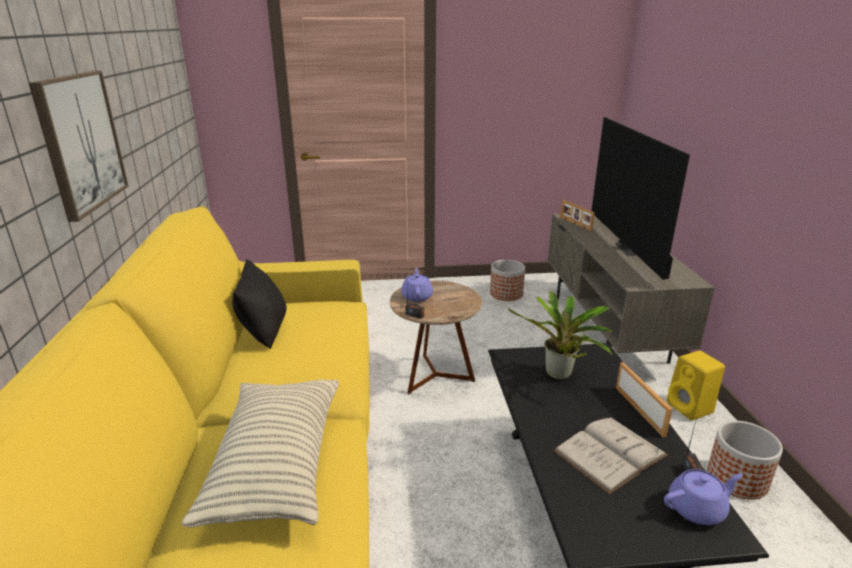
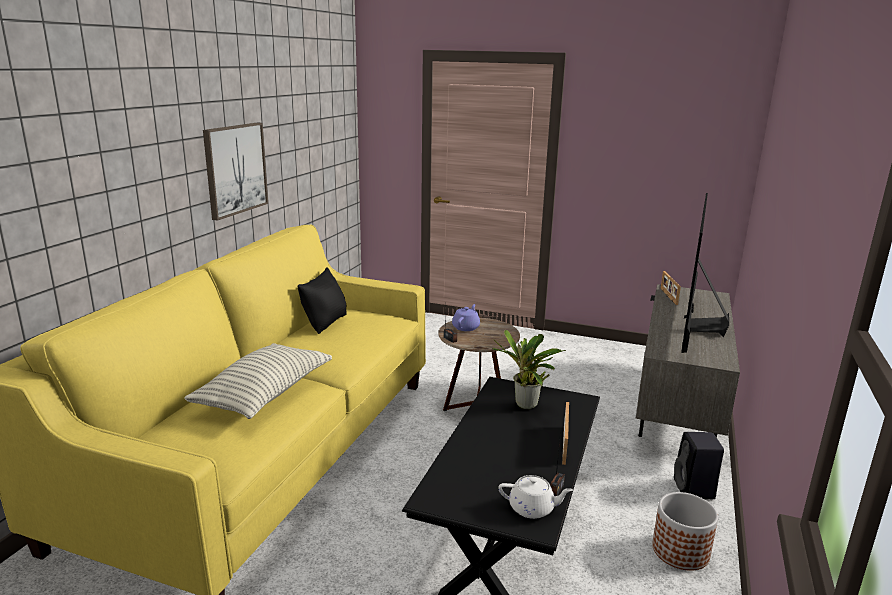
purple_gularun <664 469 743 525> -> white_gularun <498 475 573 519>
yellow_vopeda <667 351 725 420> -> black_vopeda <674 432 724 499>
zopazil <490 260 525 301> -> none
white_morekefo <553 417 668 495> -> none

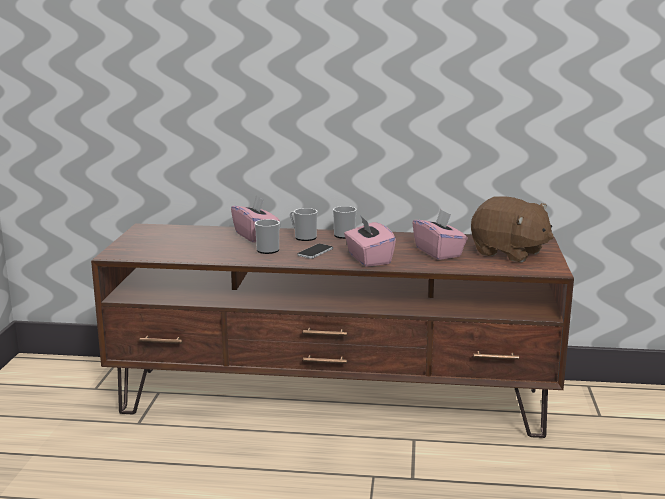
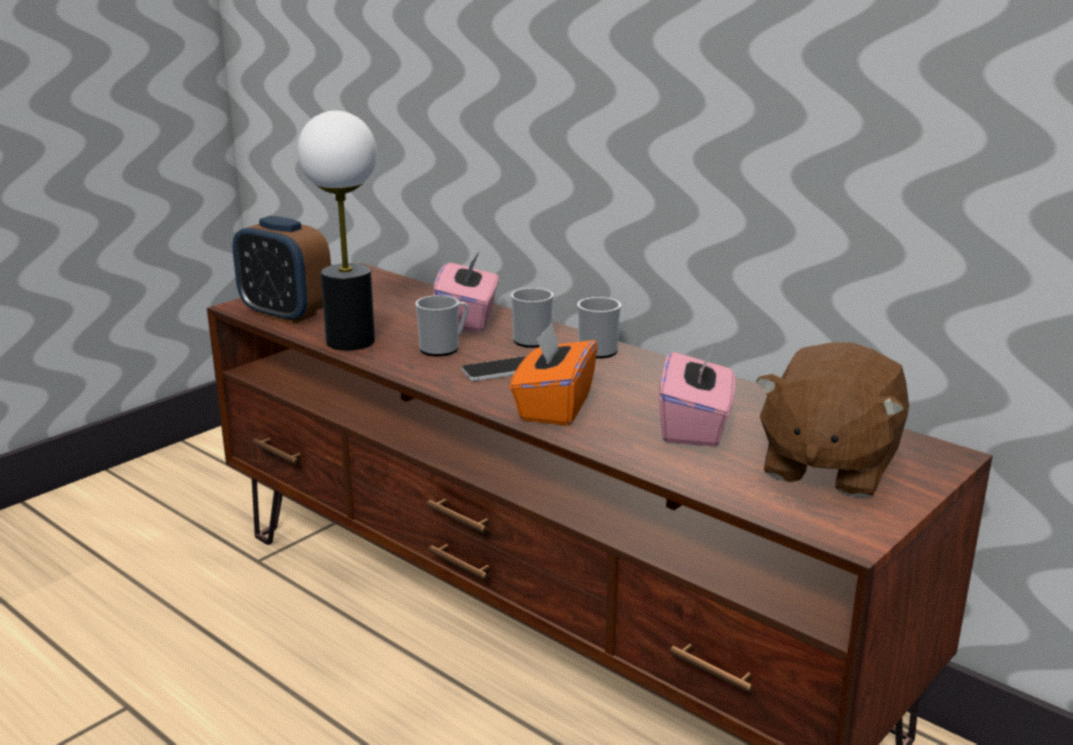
none -> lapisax <233 216 331 325>
none -> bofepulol <297 111 377 351>
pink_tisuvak <344 215 396 267> -> orange_tisuvak <510 322 598 426>
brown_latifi <471 196 554 263> -> brown_latifi <756 342 909 498>, 45 degrees clockwise

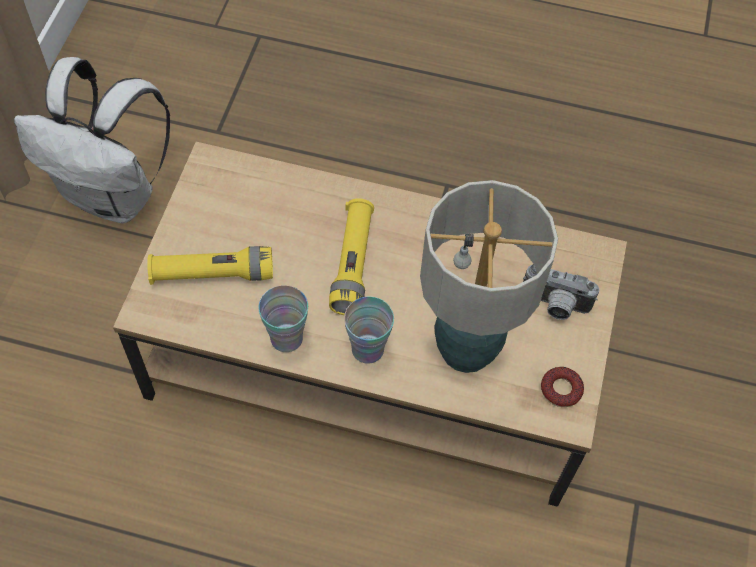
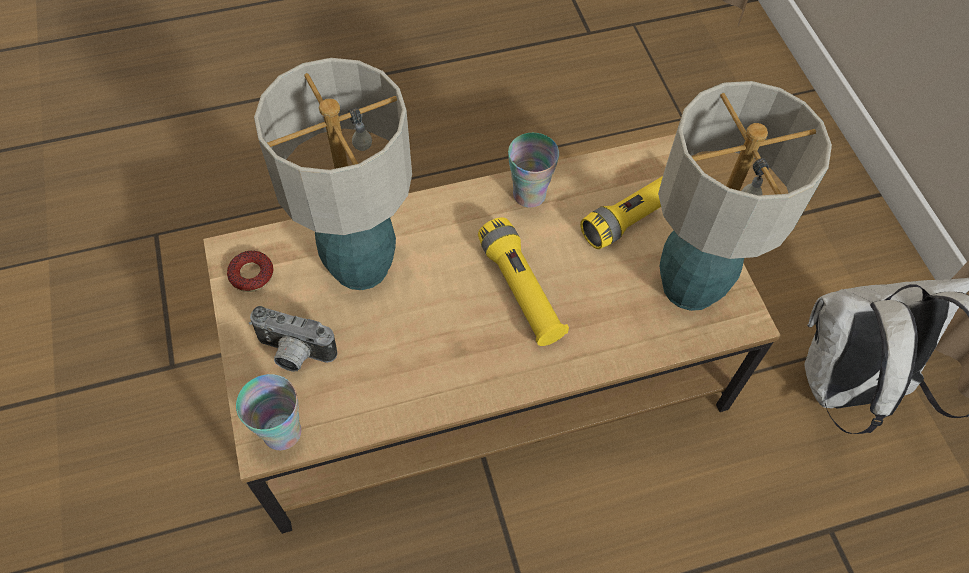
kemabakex <344 297 394 364> -> kemabakex <236 374 301 450>, move
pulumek <523 264 599 320> -> pulumek <249 306 338 372>, 150 degrees counterclockwise
none -> bofepulol <658 81 832 311>

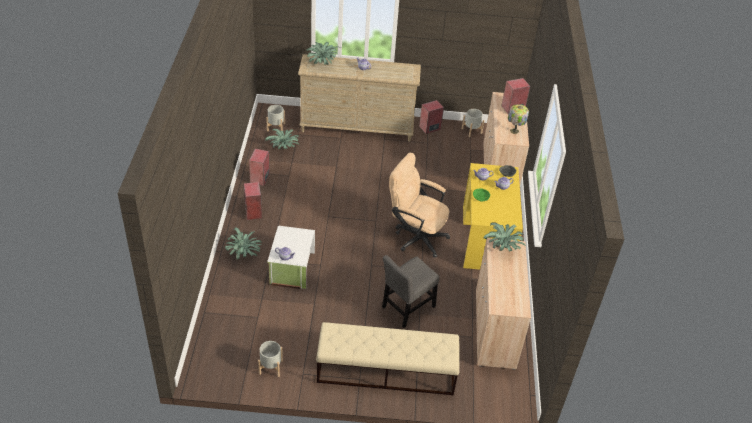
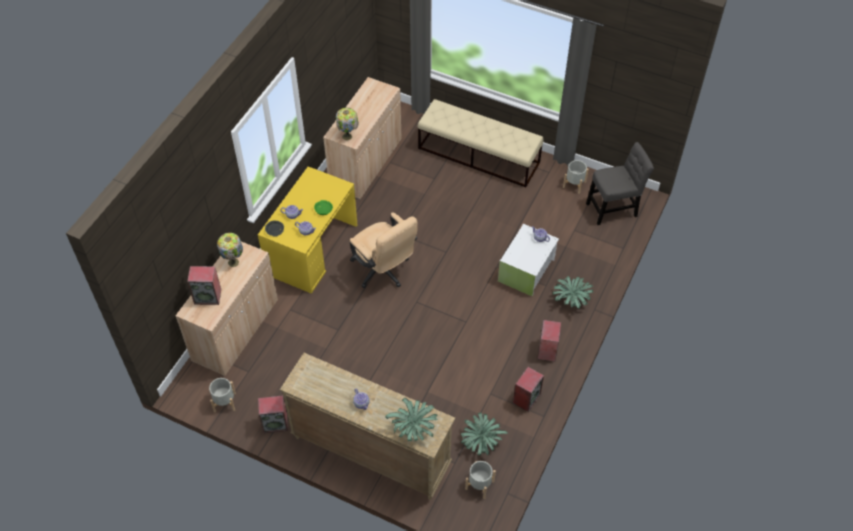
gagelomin <484 222 526 252> -> bofepulol <336 108 359 140>
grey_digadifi <382 255 439 328> -> grey_digadifi <586 142 654 225>, move

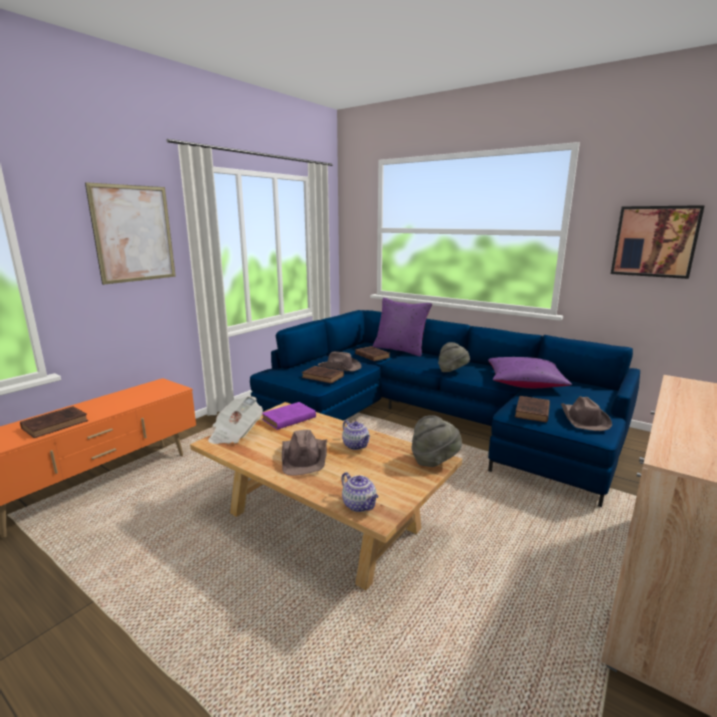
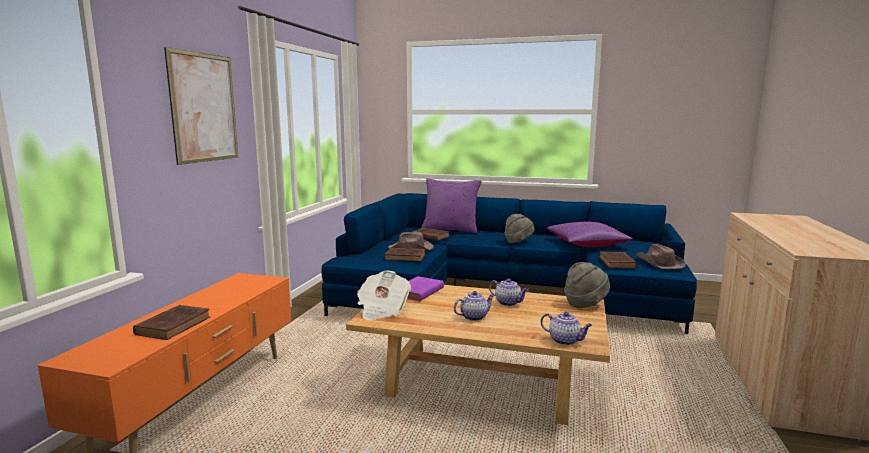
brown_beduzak <282 430 327 475> -> gularun <454 291 495 321>
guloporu <611 205 705 279> -> none

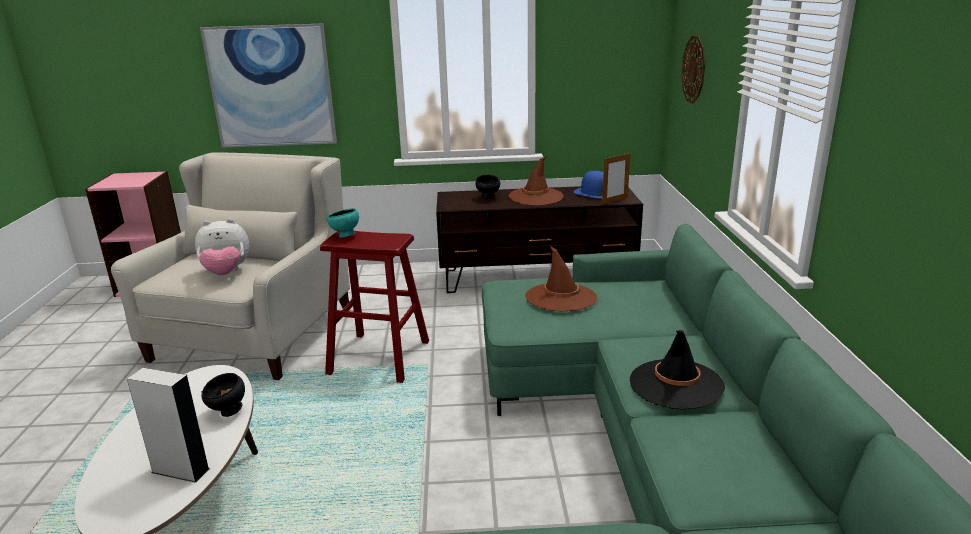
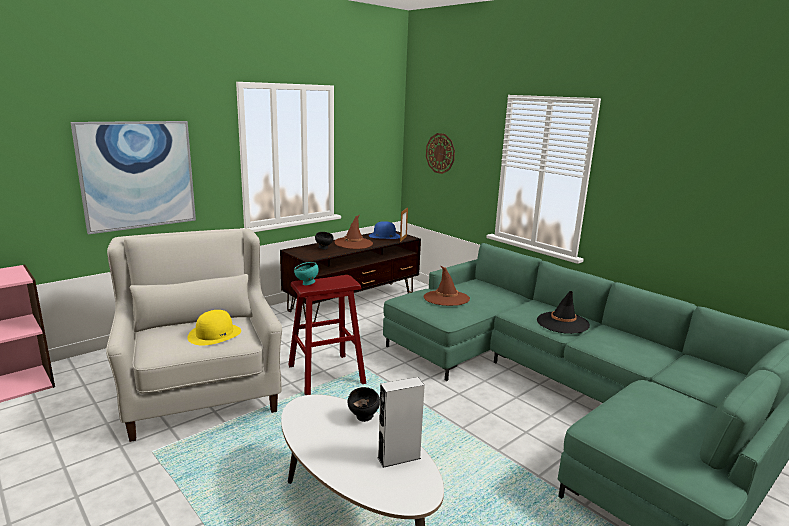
latifi <195 218 249 275> -> yellow_beduzak <188 310 241 345>

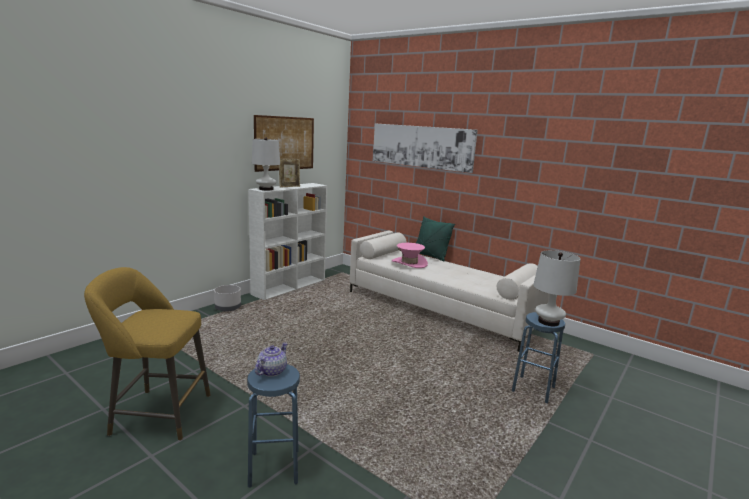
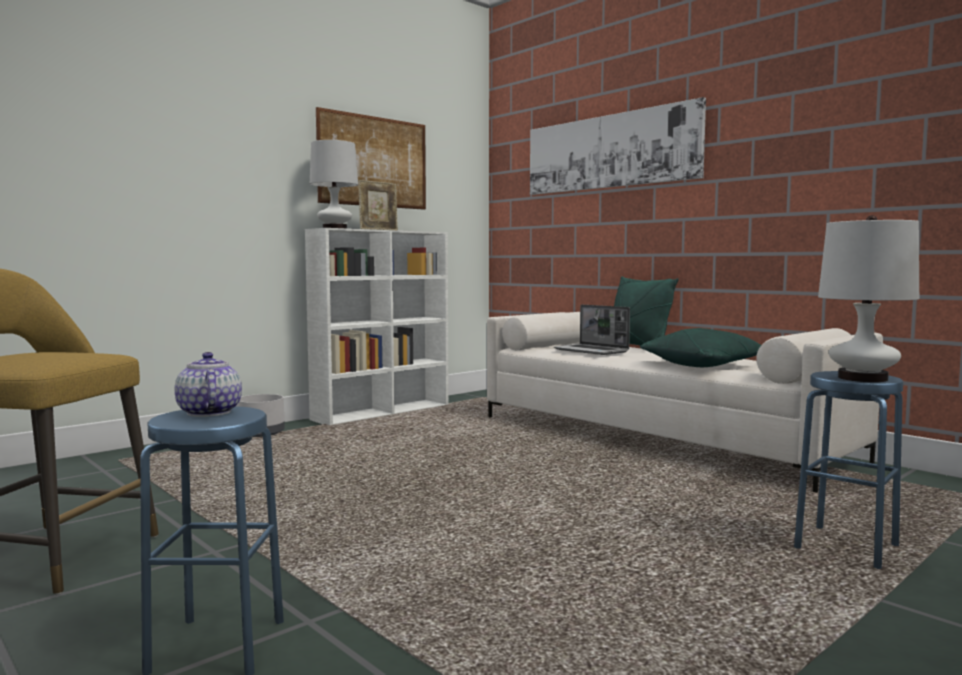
gularun <255 343 288 377> -> gularun <175 352 242 417>, 60 degrees counterclockwise
pink_beduzak <392 243 428 268> -> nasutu <554 305 630 355>
none -> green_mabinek <640 328 761 367>

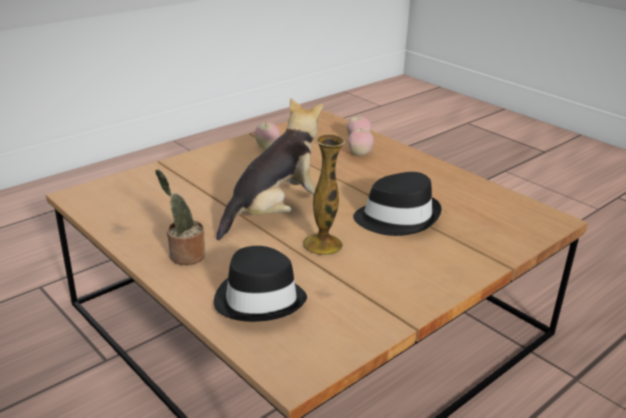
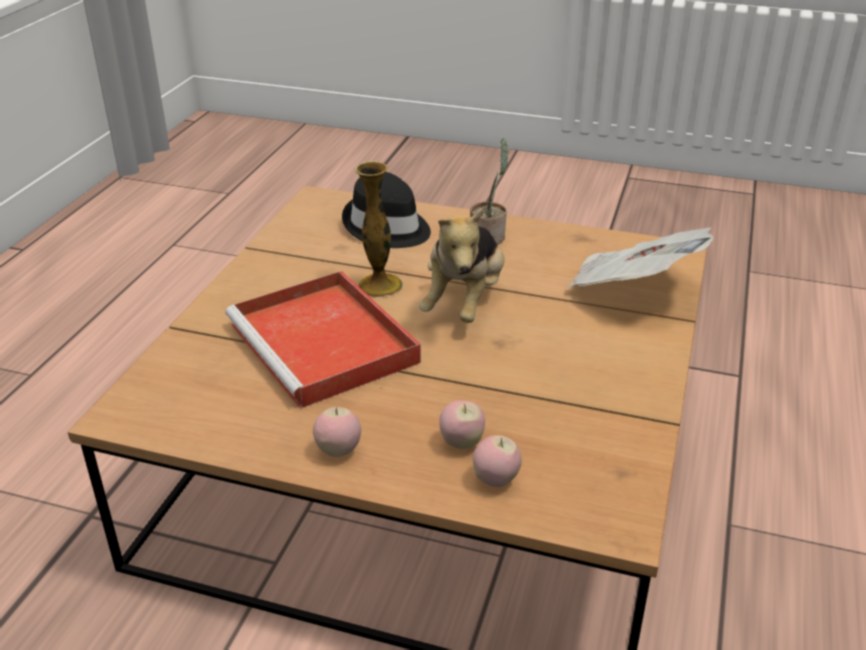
black_beduzak <353 172 441 236> -> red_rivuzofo <225 271 421 409>
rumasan <255 122 280 149> -> rumasan <313 407 361 457>, move
none -> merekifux <567 228 713 286>

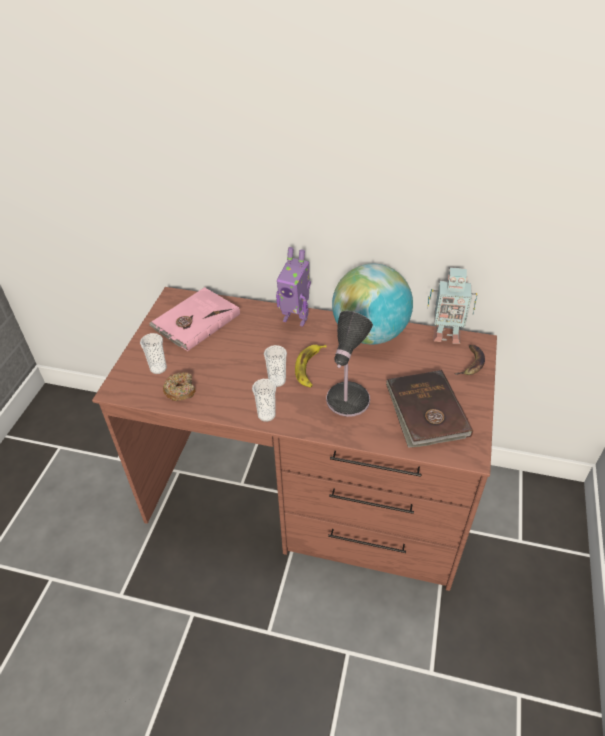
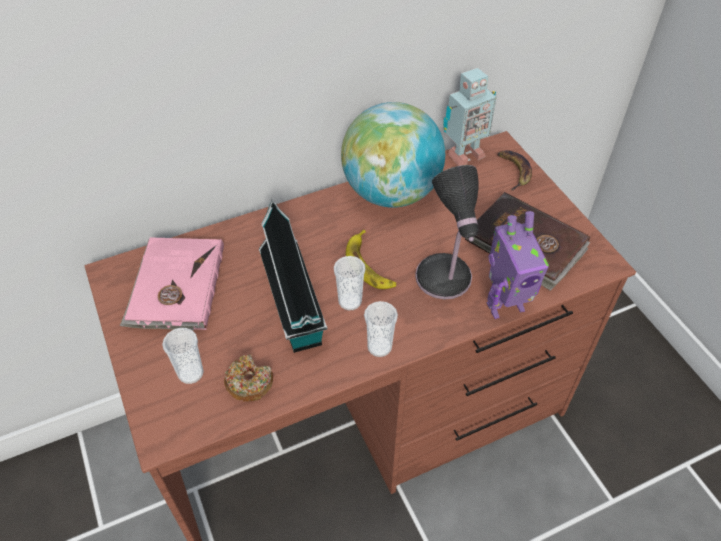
none -> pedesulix <259 199 327 353>
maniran <276 247 311 327> -> maniran <487 211 549 319>, move

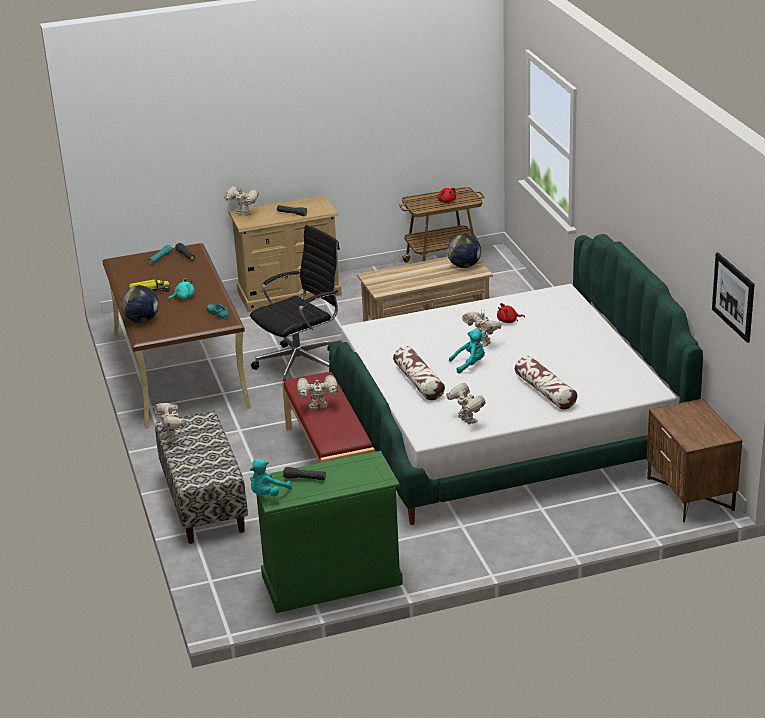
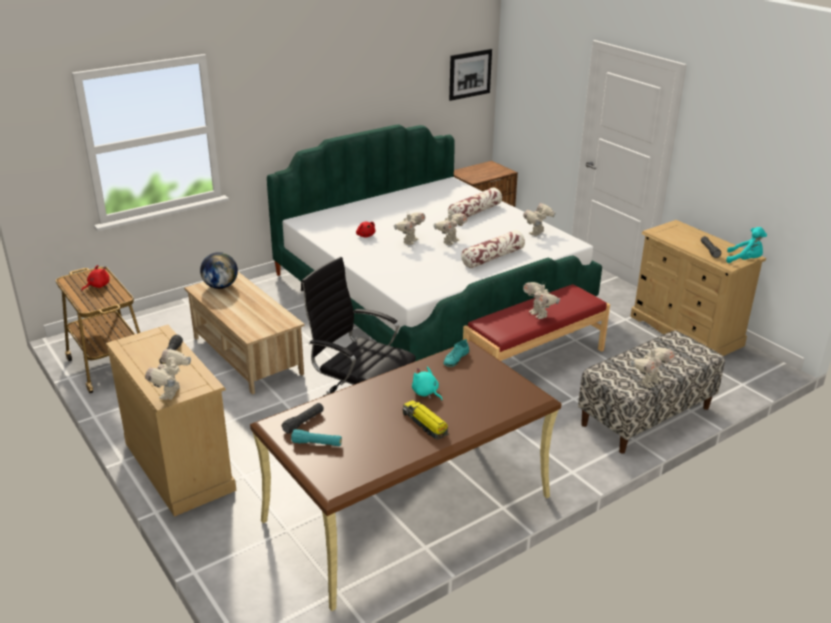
turquoise_latifi <449 329 485 374> -> maniran <433 213 468 245>
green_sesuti <250 451 403 613> -> beige_sesuti <630 220 766 356>
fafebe <121 285 159 323> -> none

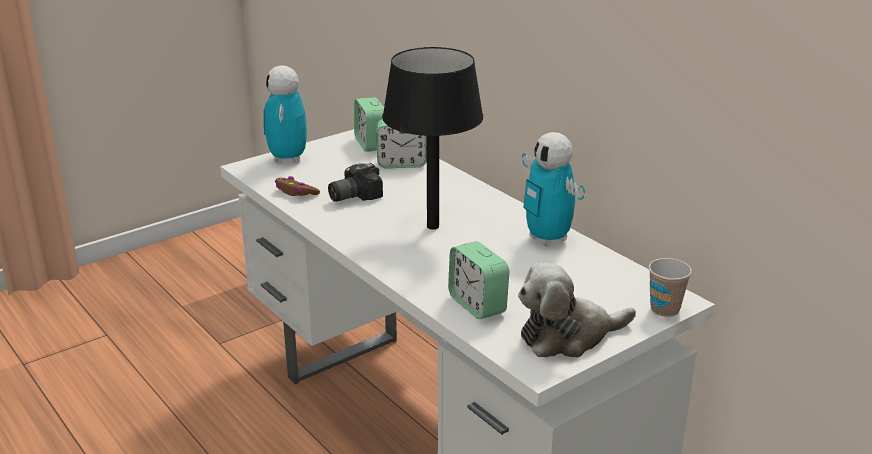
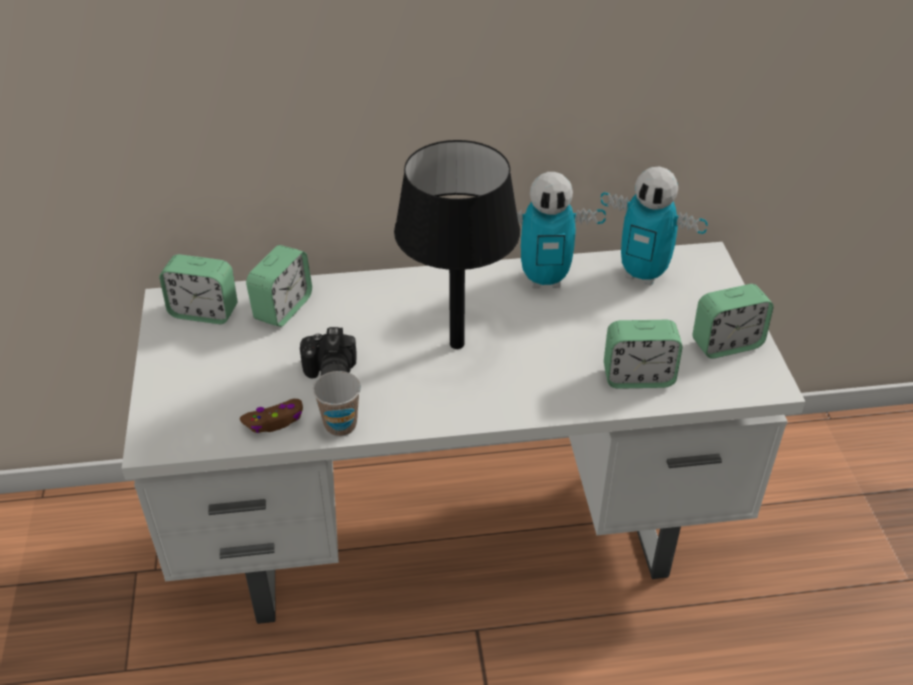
kemabakex <649 258 692 317> -> kemabakex <313 371 361 437>, move
maniran <263 65 307 163> -> maniran <601 167 708 285>, move
latifi <518 262 636 358> -> lapisax <692 284 774 359>

